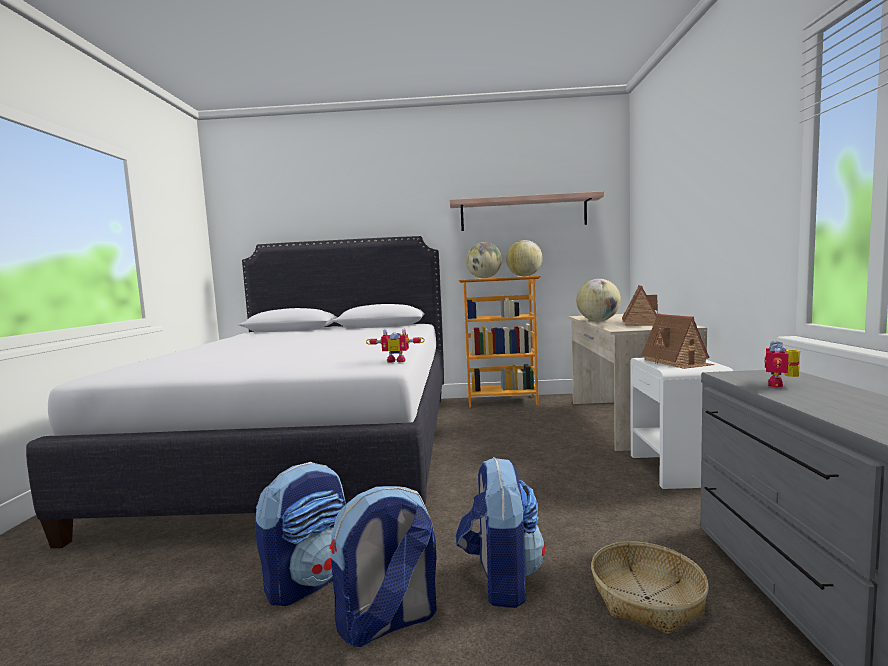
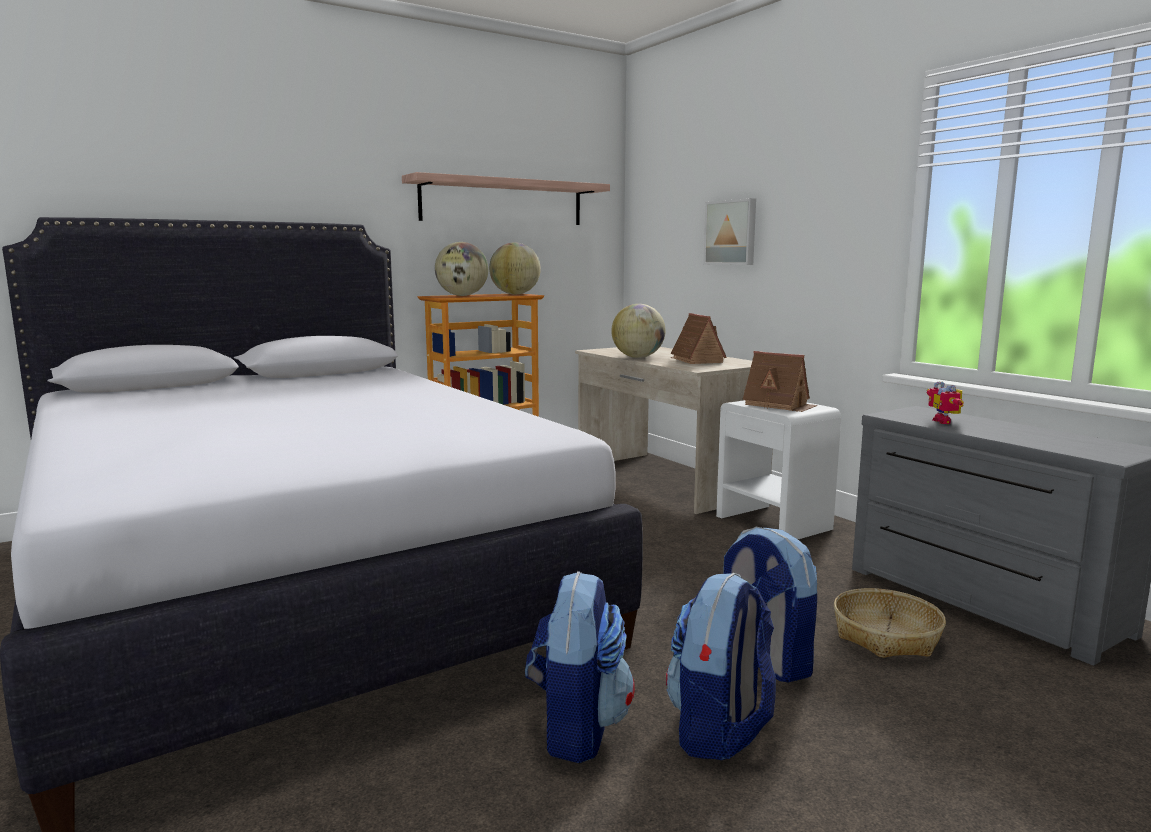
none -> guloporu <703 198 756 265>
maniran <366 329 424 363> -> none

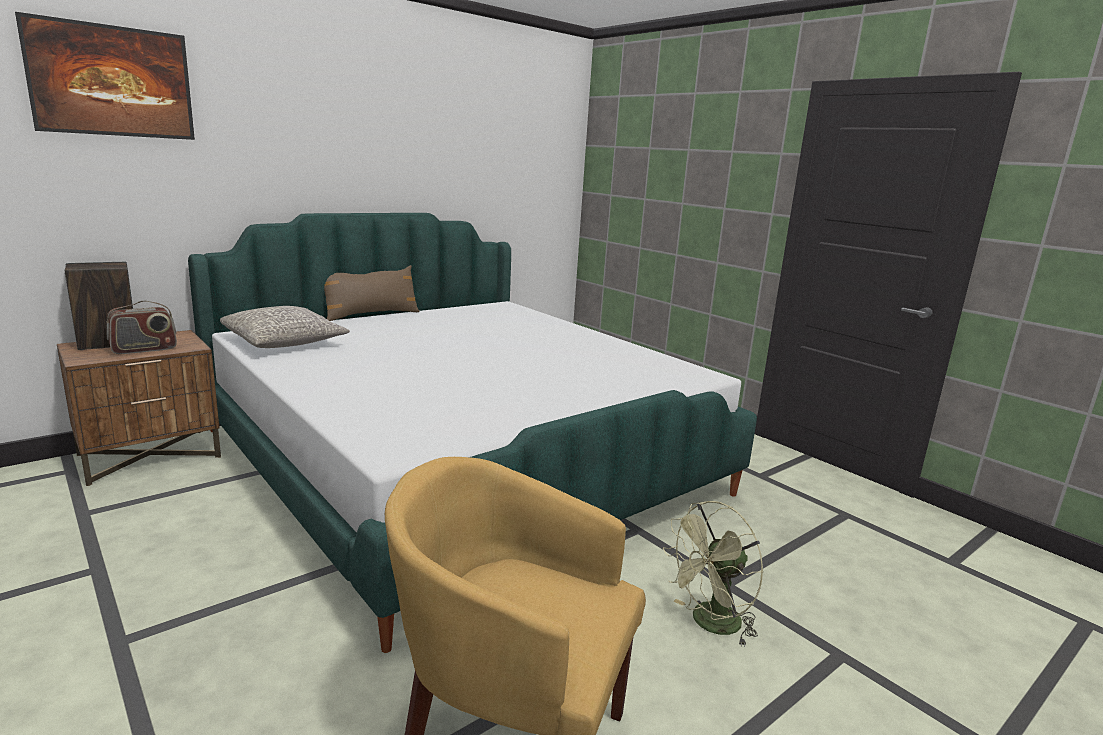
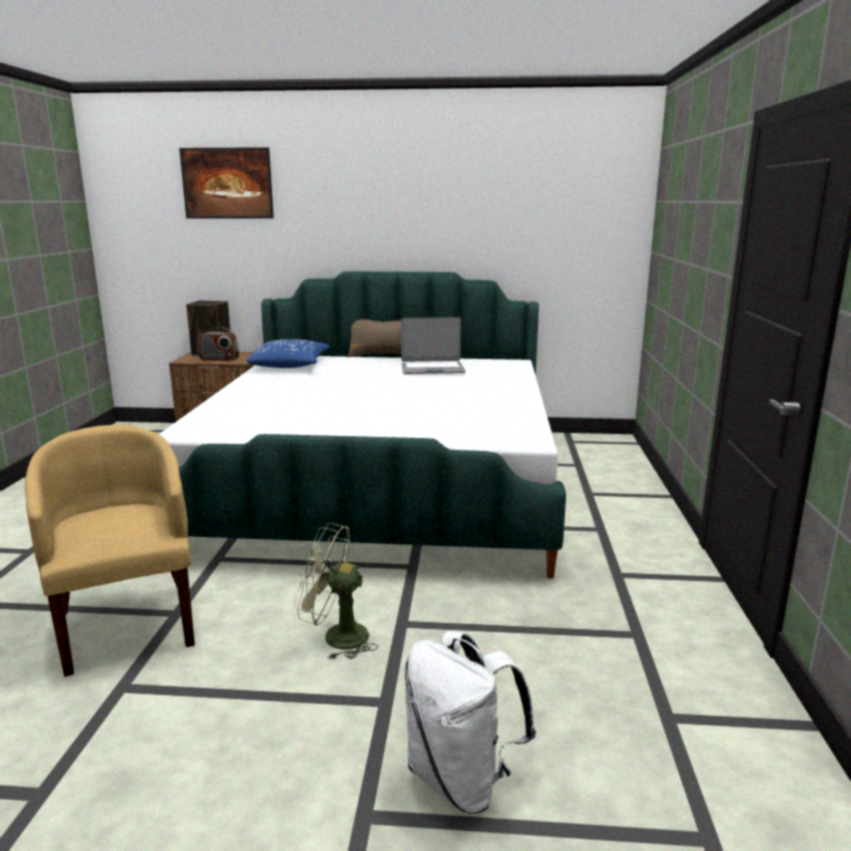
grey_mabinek <220 306 350 348> -> blue_mabinek <246 339 330 368>
none -> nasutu <401 317 466 374>
none -> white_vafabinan <404 631 536 814>

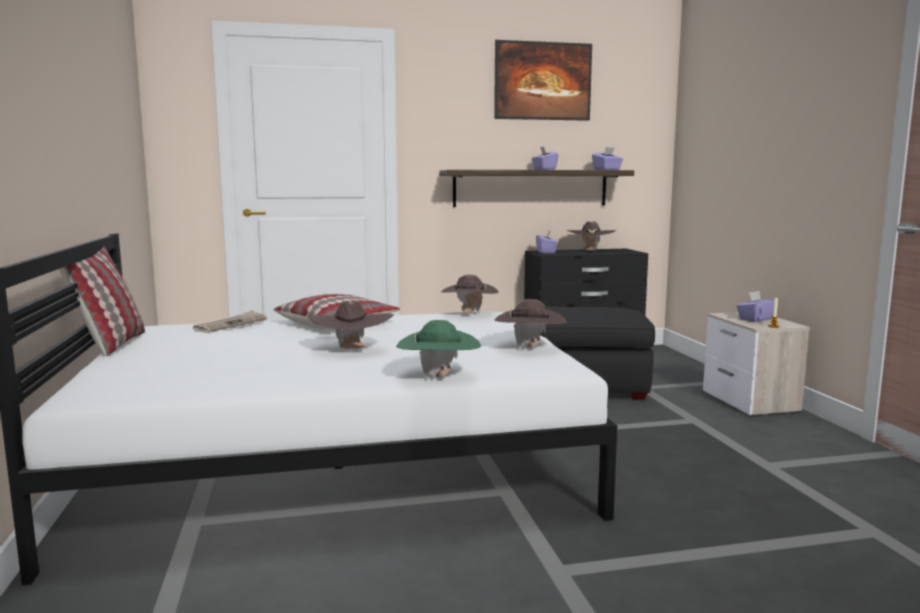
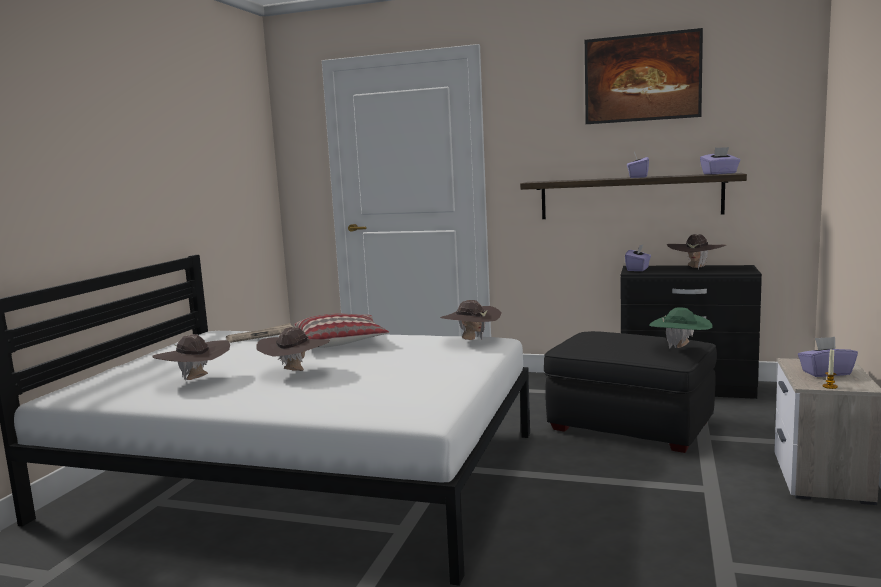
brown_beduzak <495 299 567 349> -> brown_beduzak <152 334 230 380>, move
green_beduzak <396 320 481 380> -> green_beduzak <649 308 713 349>, move
mabinek <63 247 145 356> -> none

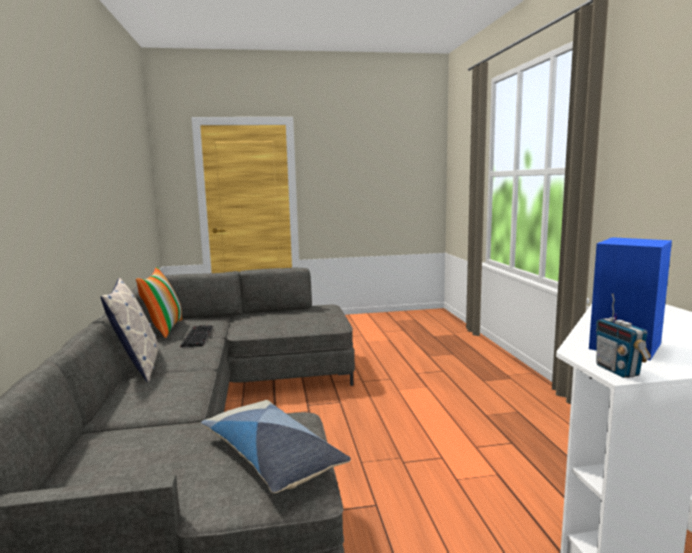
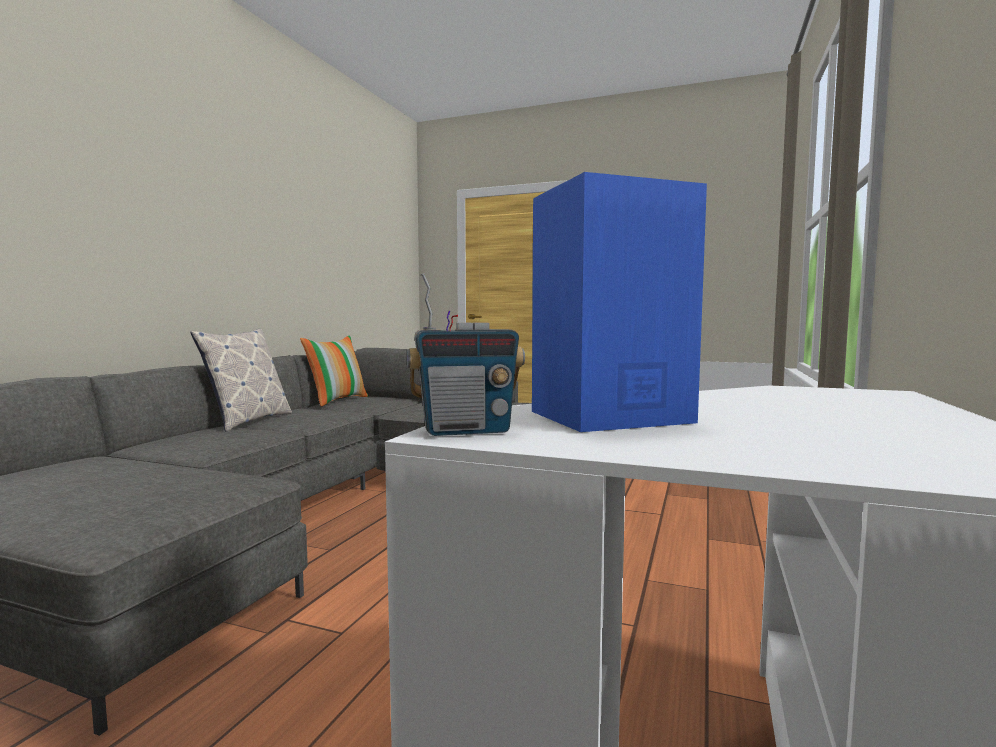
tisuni <596 294 651 378> -> tisuni <407 273 525 436>, 120 degrees counterclockwise
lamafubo <180 325 213 348> -> none
mabinek <201 400 351 493> -> none

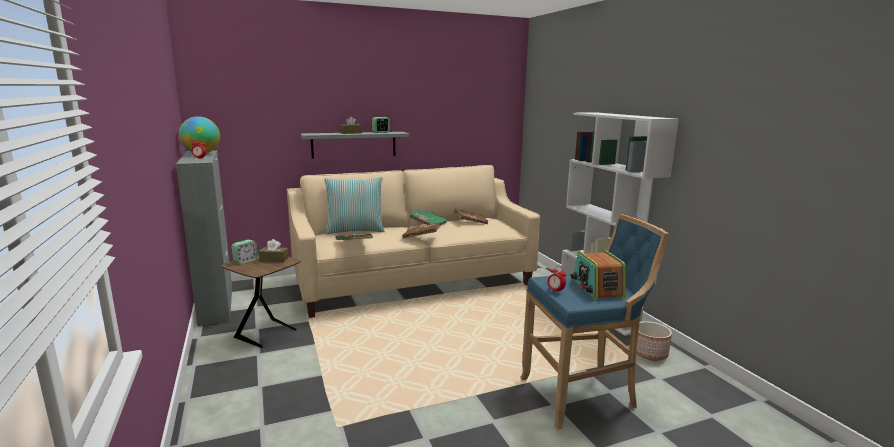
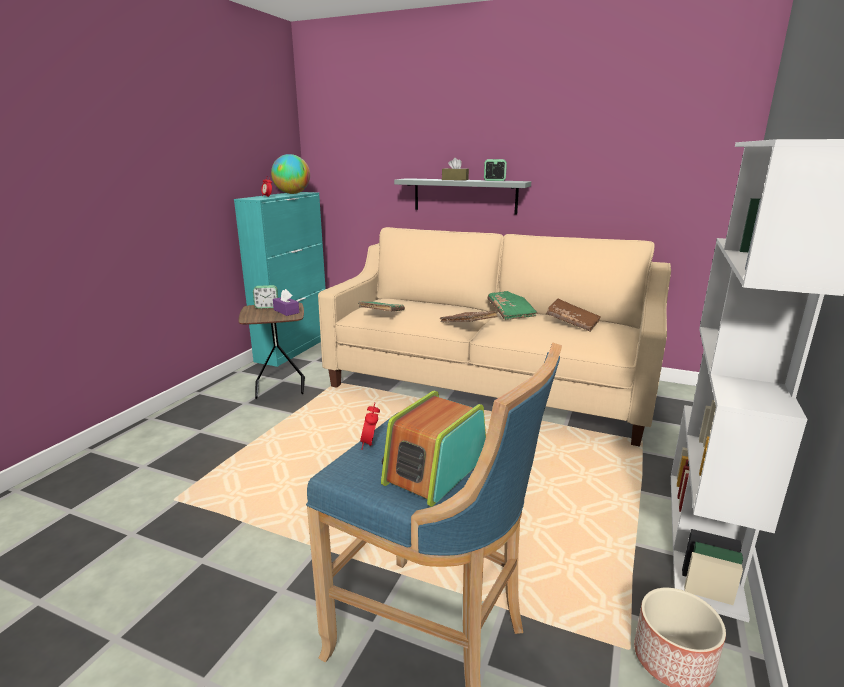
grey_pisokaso <176 150 232 326> -> turquoise_pisokaso <234 192 326 367>
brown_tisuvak <259 239 289 262> -> purple_tisuvak <273 289 299 316>
mabinek <324 177 385 234> -> none

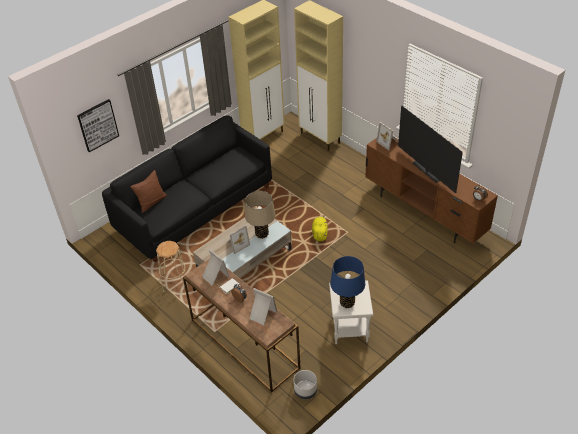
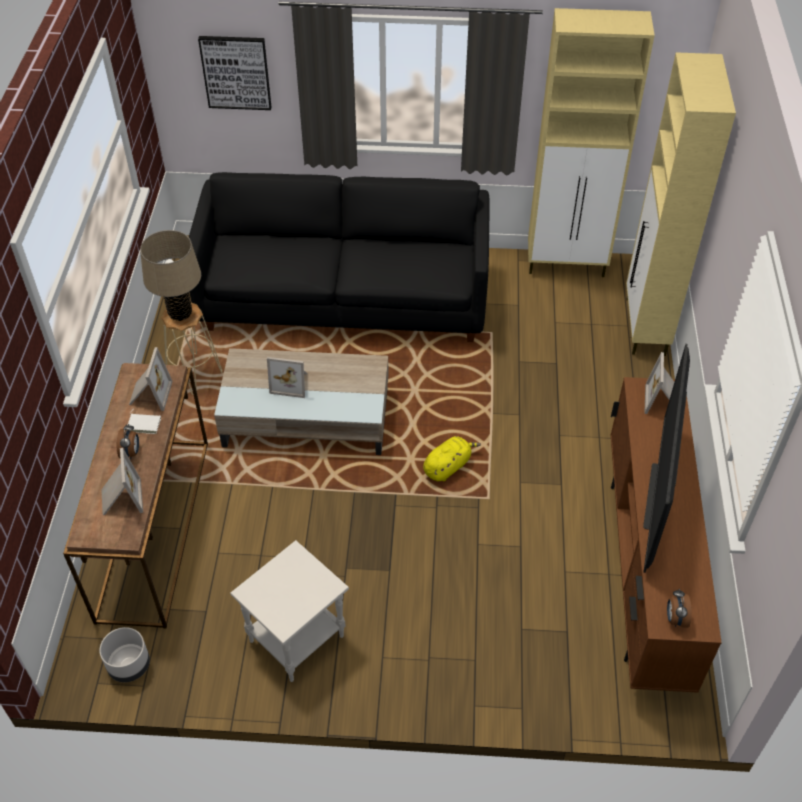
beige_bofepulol <245 191 276 239> -> beige_bofepulol <140 230 201 321>, move
brown_mabinek <131 170 167 213> -> none
blue_bofepulol <330 256 365 308> -> none

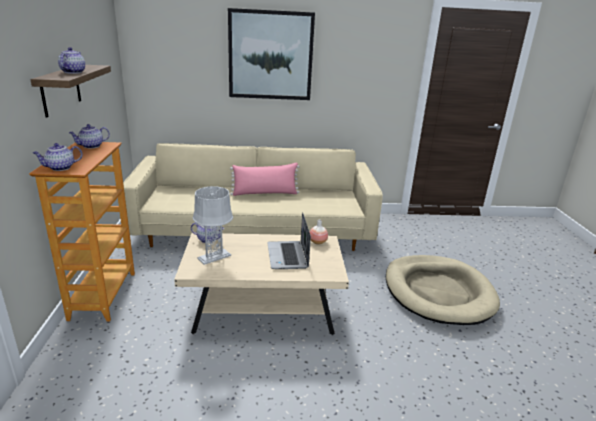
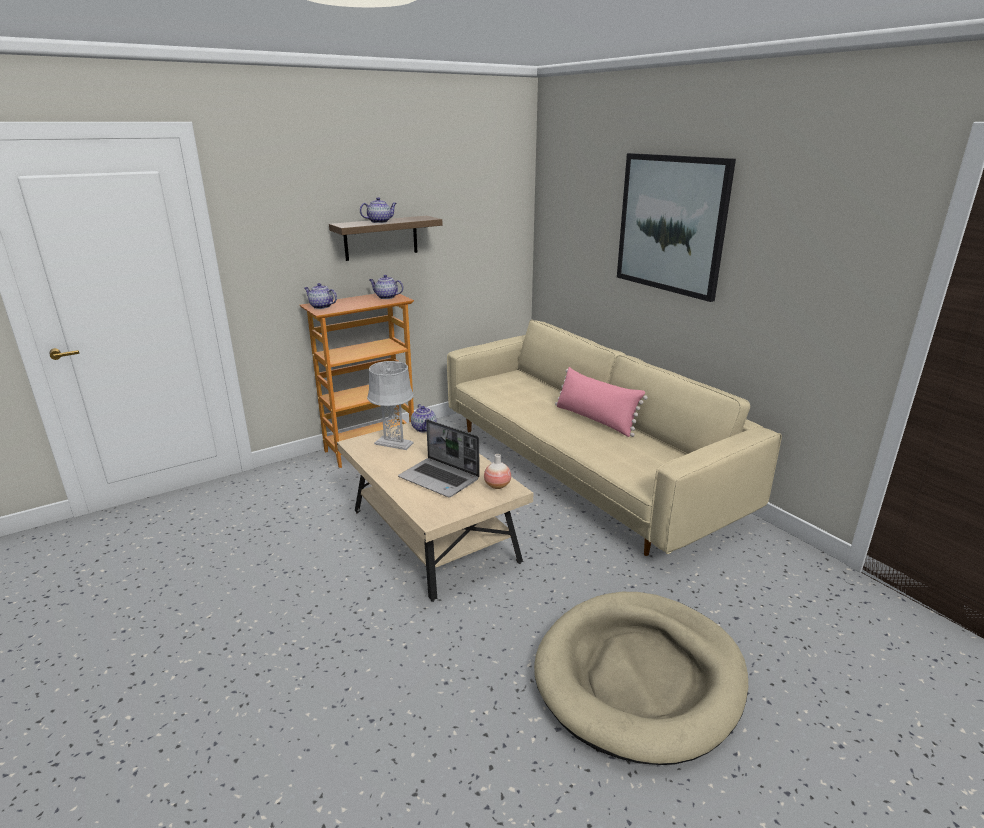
nasutu <267 212 311 269> -> nasutu <398 420 480 497>, 105 degrees counterclockwise

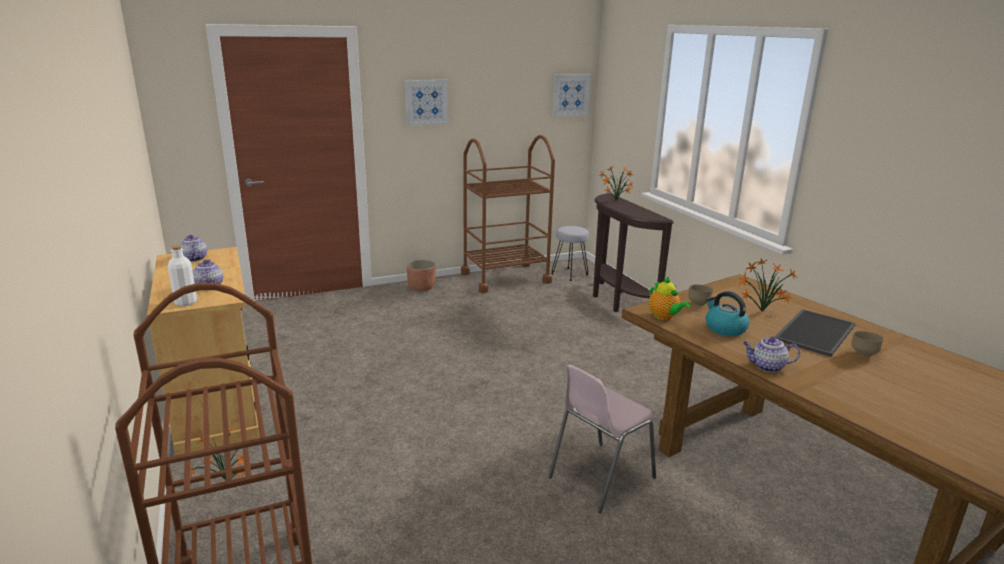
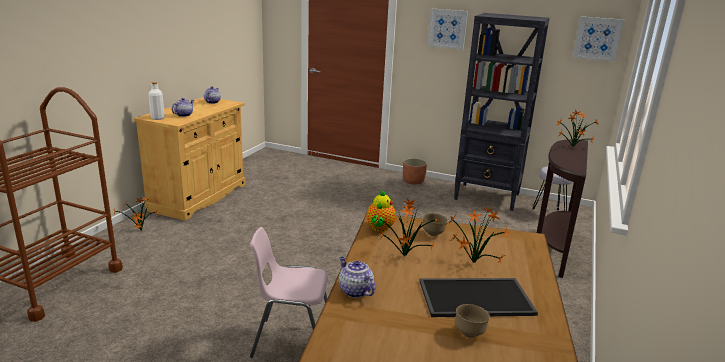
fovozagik <706 291 749 336> -> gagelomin <373 199 439 256>
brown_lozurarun <461 135 555 293> -> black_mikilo <454 13 549 211>

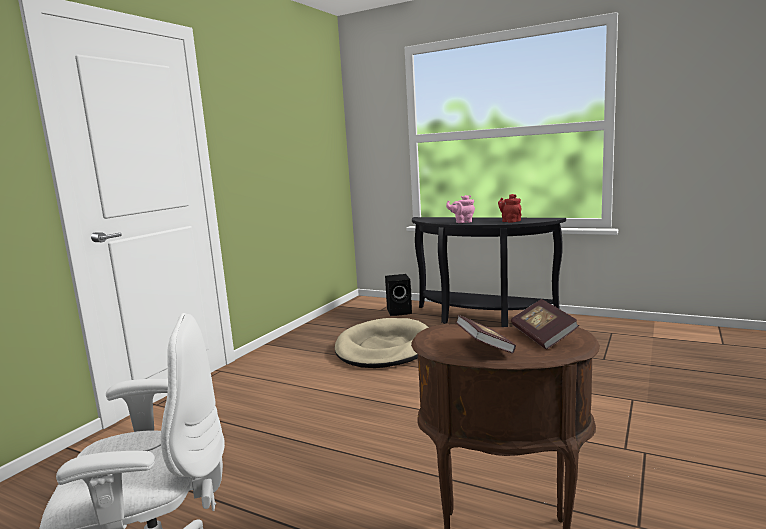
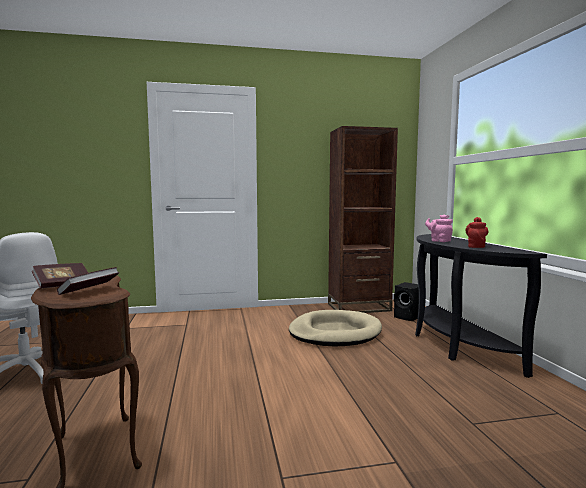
none -> brown_mikilo <328 126 398 313>

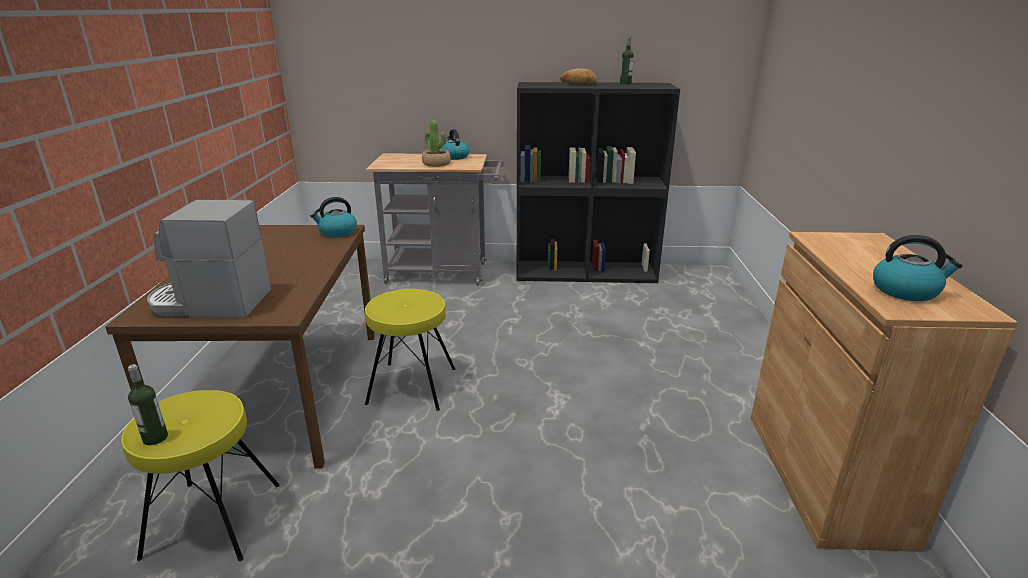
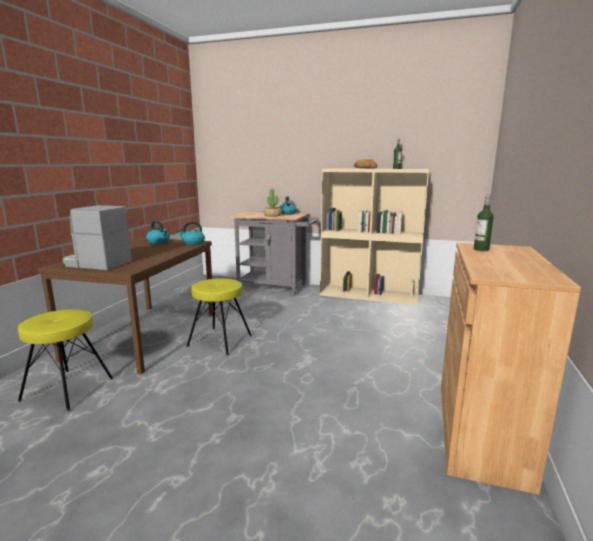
fovozagik <873 235 963 301> -> fovozagik <146 221 170 244>, move
black_mikilo <517 82 680 283> -> beige_mikilo <320 168 429 305>
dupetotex <128 364 168 445> -> dupetotex <474 195 494 251>, move

